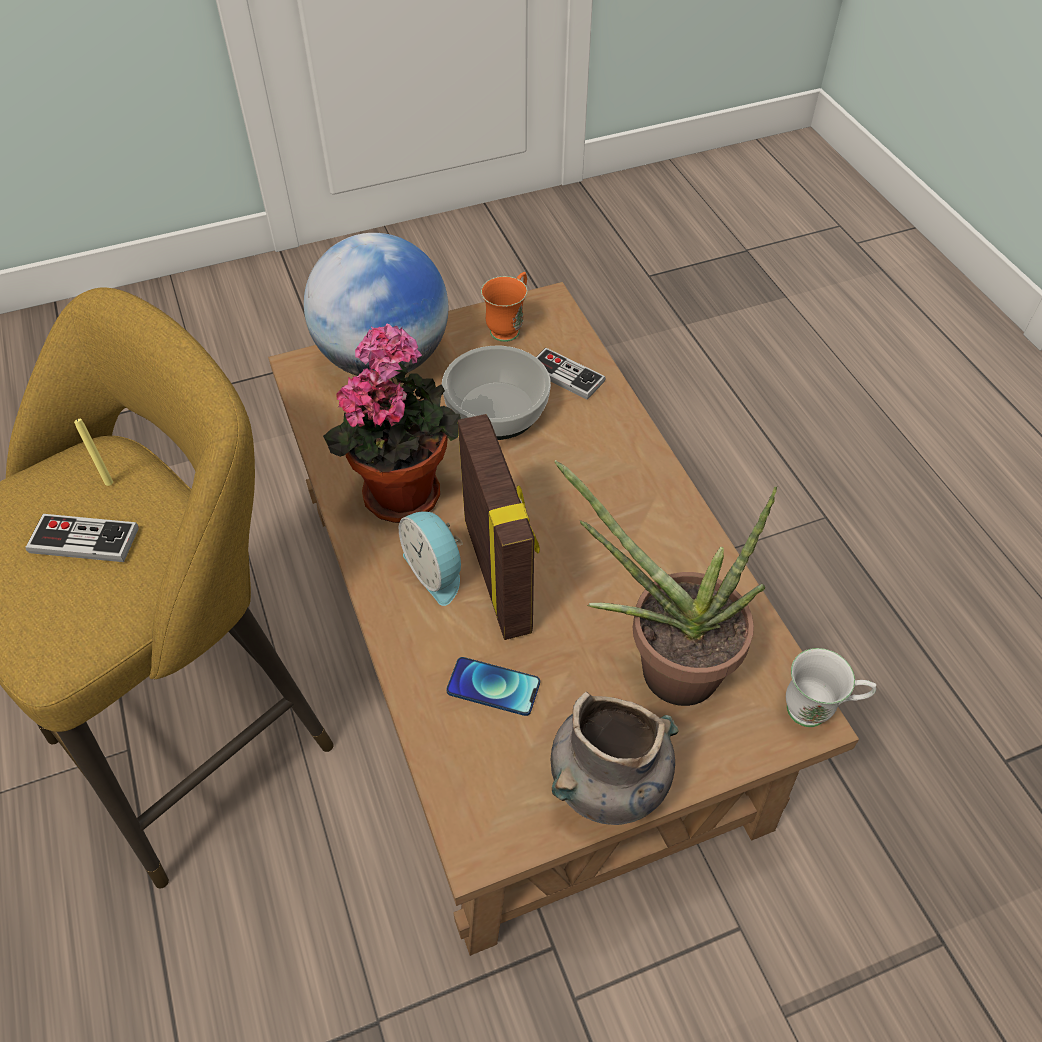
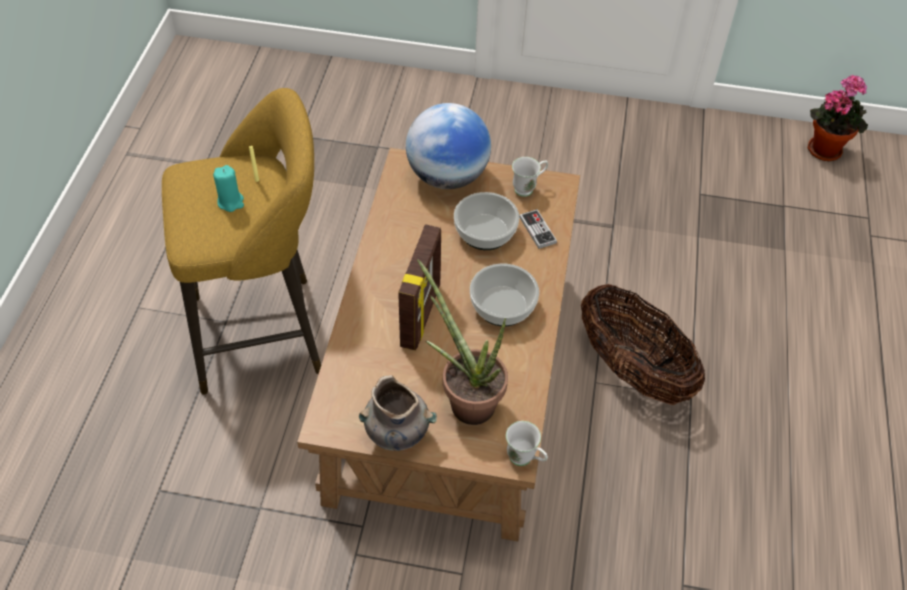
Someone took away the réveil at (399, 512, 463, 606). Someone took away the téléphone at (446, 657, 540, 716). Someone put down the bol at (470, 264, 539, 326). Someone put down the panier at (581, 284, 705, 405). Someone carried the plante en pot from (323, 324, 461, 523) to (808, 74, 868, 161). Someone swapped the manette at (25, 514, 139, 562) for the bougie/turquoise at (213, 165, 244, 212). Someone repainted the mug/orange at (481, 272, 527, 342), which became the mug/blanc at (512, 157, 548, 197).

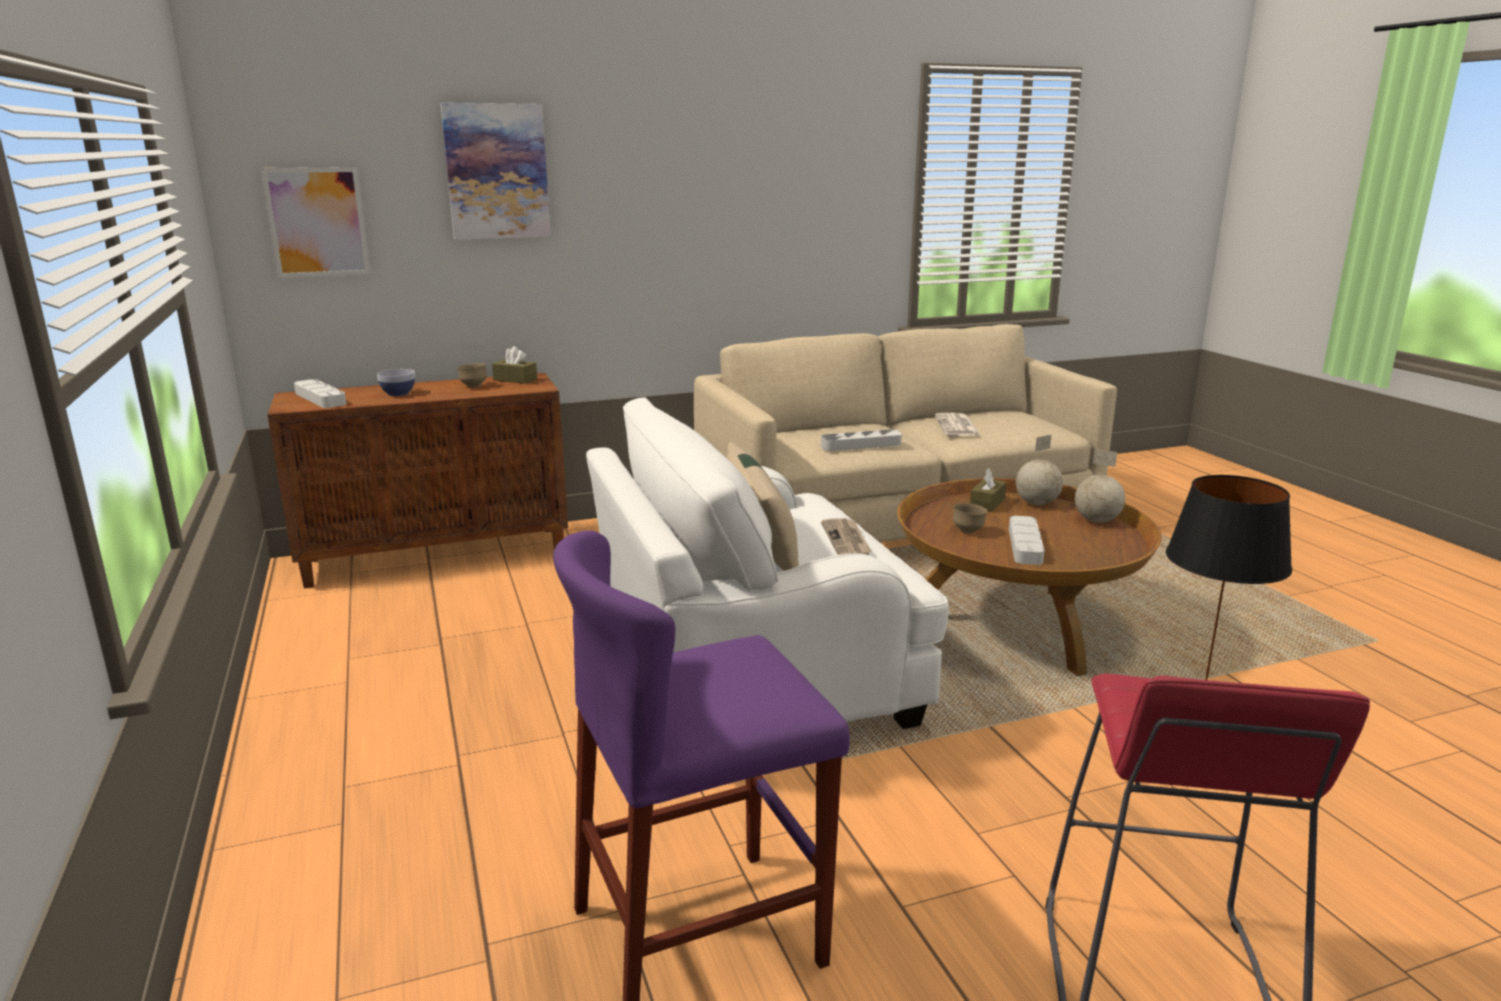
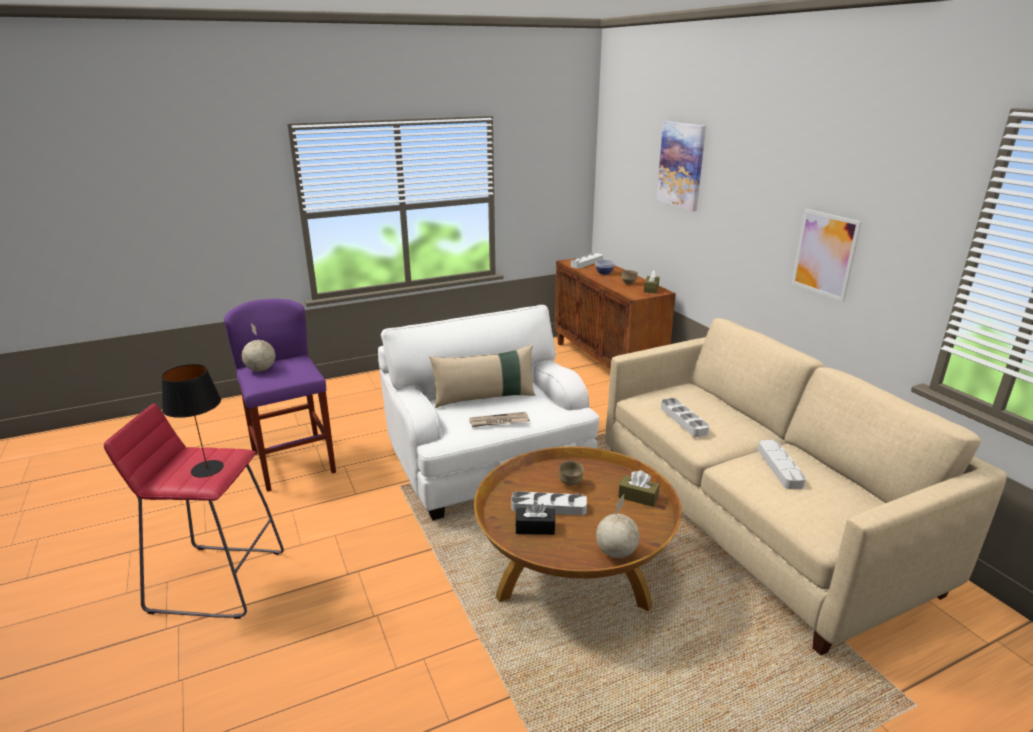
Someone put down the boîte à mouchoirs/noir at (515, 502, 555, 535). Someone carried the tableau from (261, 167, 371, 278) to (792, 209, 862, 302). Someone carried the globe from (1016, 435, 1063, 505) to (242, 323, 275, 371). Someone swapped the journal at (935, 413, 981, 436) for the plateau/gris at (758, 440, 806, 489).

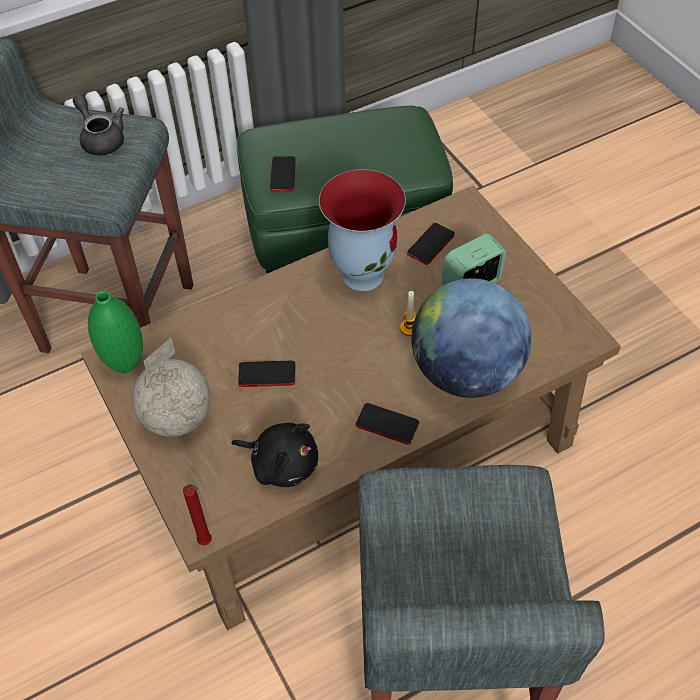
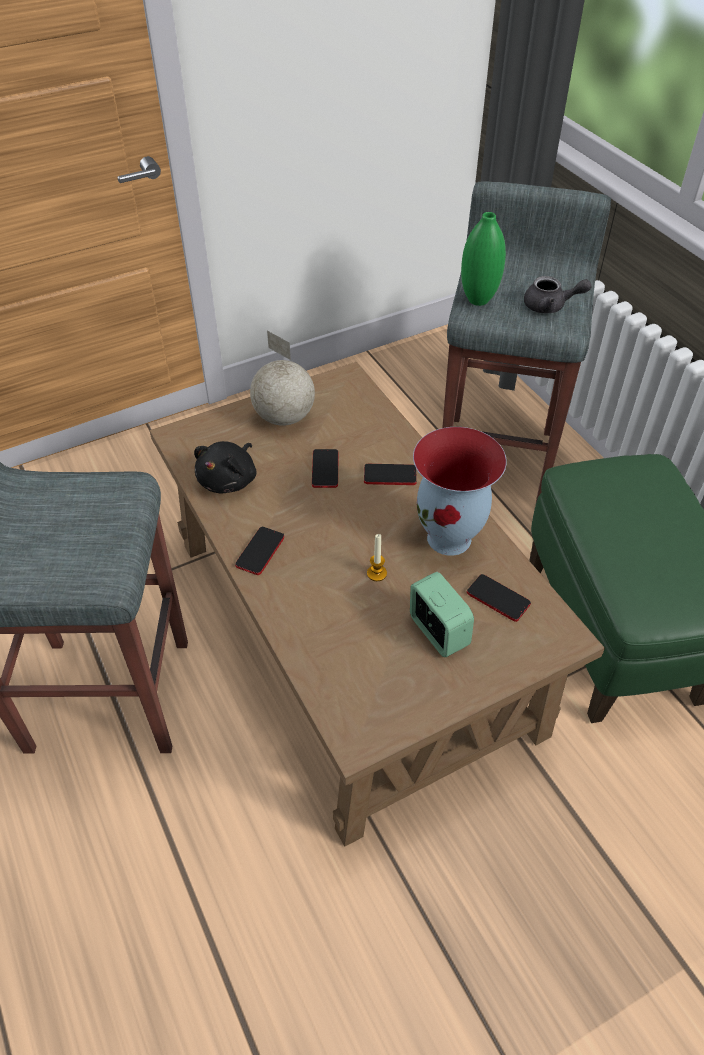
Someone took away the bougie/rouge at (183, 484, 212, 545). Someone took away the globe at (412, 278, 532, 398). Someone carried the vase/vert from (88, 291, 143, 373) to (461, 212, 506, 306). Someone carried the téléphone from (270, 156, 296, 192) to (364, 464, 417, 485). Someone rotated the théière/gris at (73, 95, 124, 155) by 45 degrees clockwise.

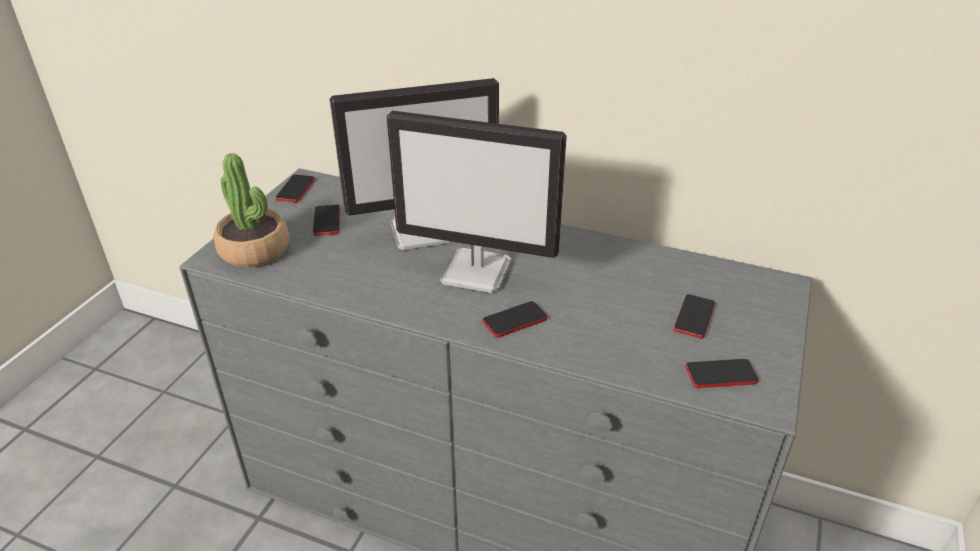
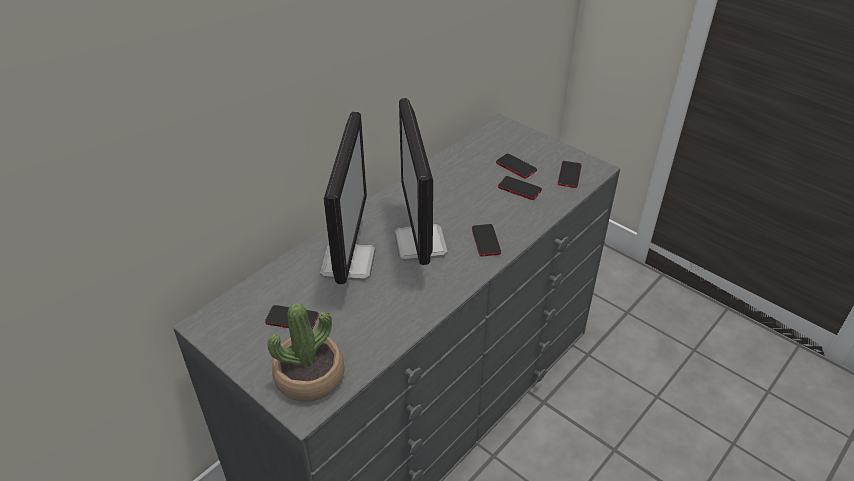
Someone carried the téléphone from (276, 175, 315, 203) to (498, 176, 542, 200). Someone rotated the écran d'ordinateur at (386, 111, 567, 293) by 135 degrees clockwise.

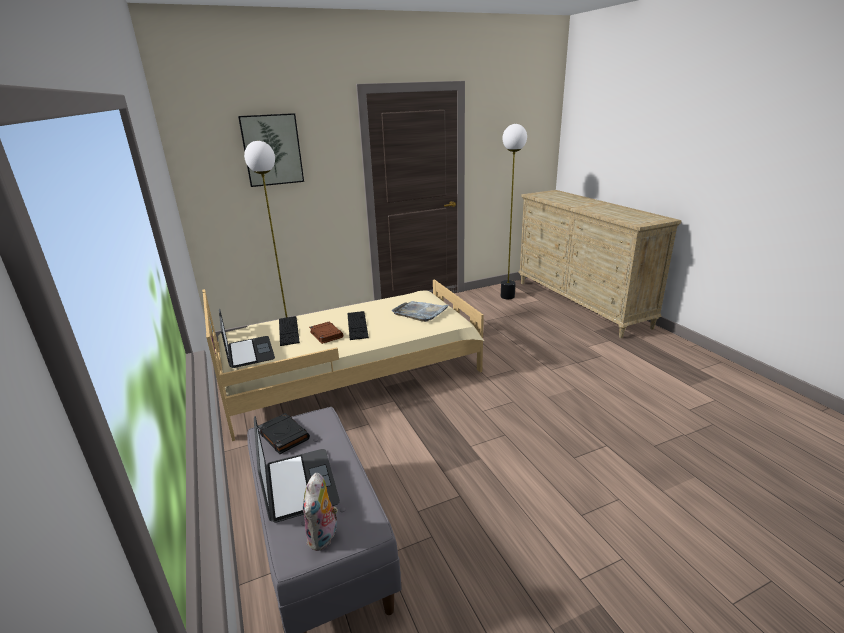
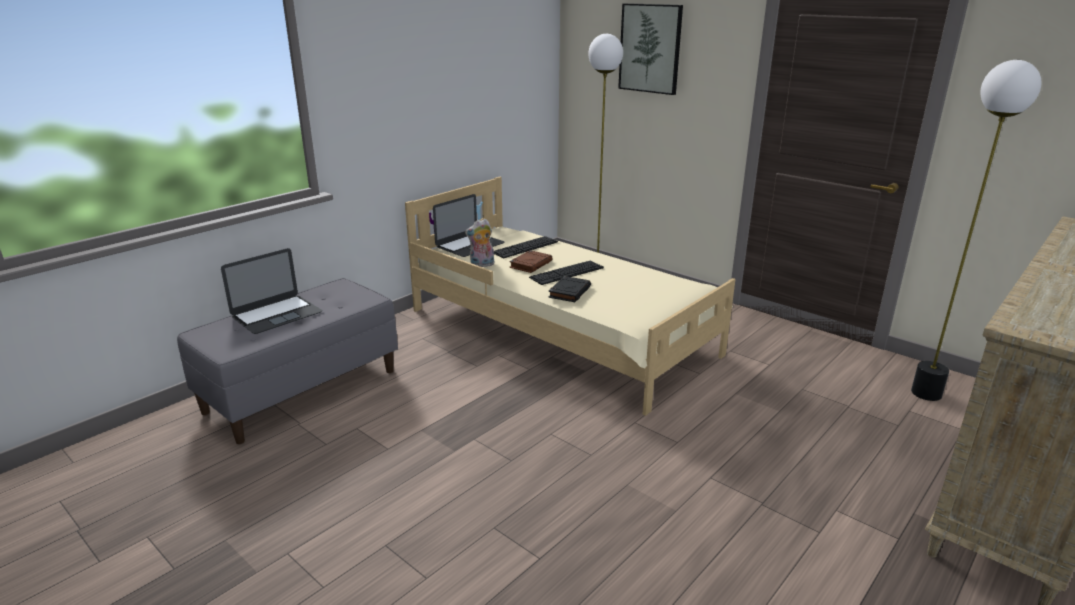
Someone took away the plateau/gris at (392, 301, 449, 322). Someone carried the livre/noir from (258, 413, 310, 454) to (549, 276, 591, 302). Someone carried the peluche from (303, 473, 339, 551) to (465, 219, 494, 267).

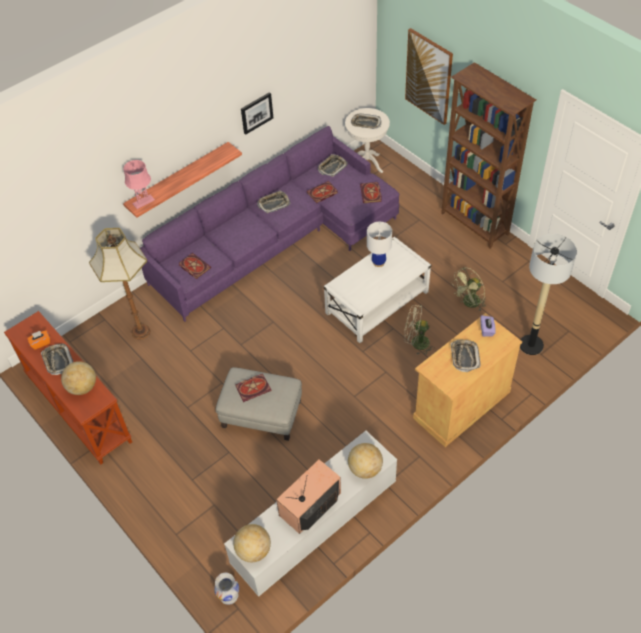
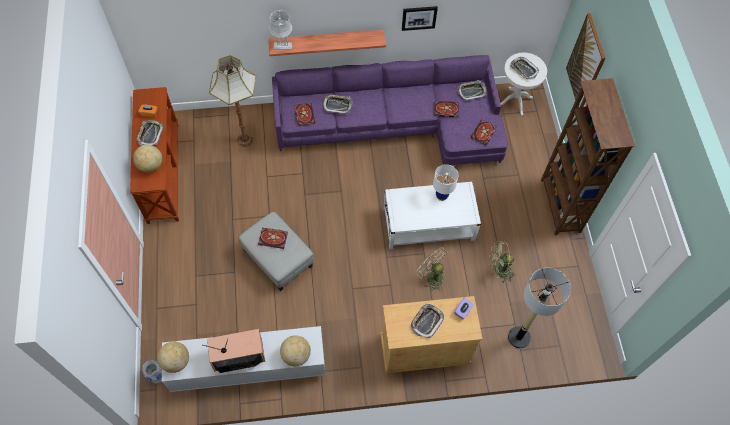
Someone carried the plateau from (257, 191, 290, 213) to (323, 94, 352, 114). Someone repainted the lampe de table/rose at (123, 160, 155, 209), which became the lampe de table/gris at (269, 10, 292, 50).

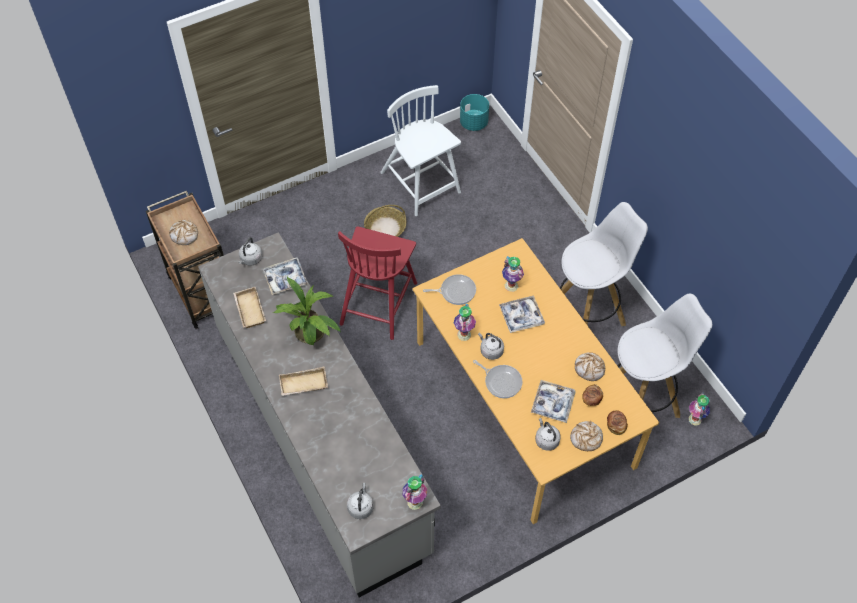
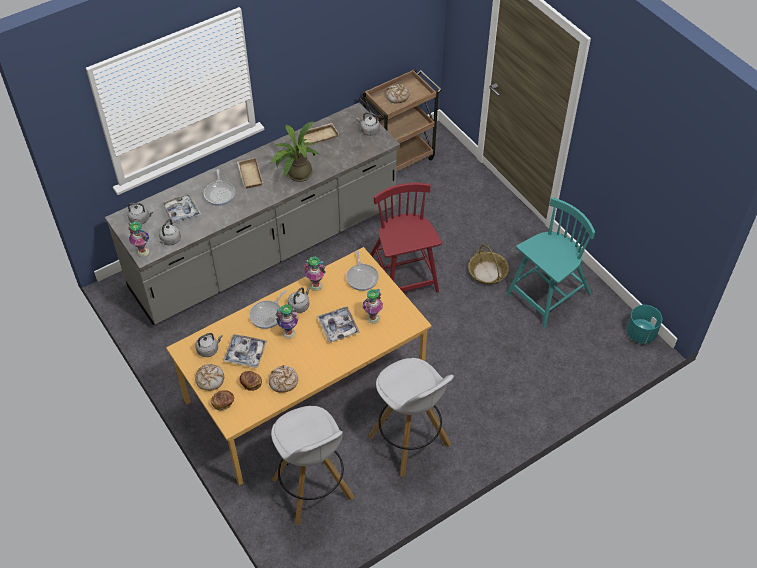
Someone put down the bouilloire/gris at (158, 219, 181, 245). Someone put down the poêle at (204, 169, 235, 206). Someone carried the plateau from (263, 257, 308, 295) to (161, 193, 202, 224). Someone carried the vase from (688, 392, 710, 426) to (275, 304, 298, 339). Someone repainted the chaise/blanc at (380, 85, 461, 216), which became the chaise/turquoise at (507, 197, 595, 328). Someone rotated the chaise/rouge at (338, 226, 417, 340) by 60 degrees clockwise.

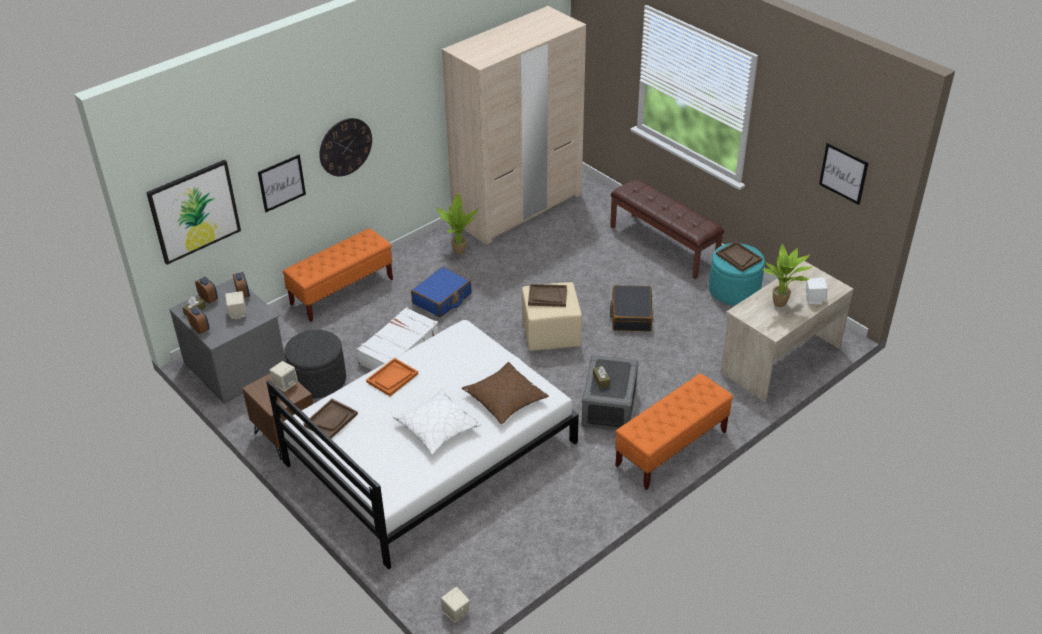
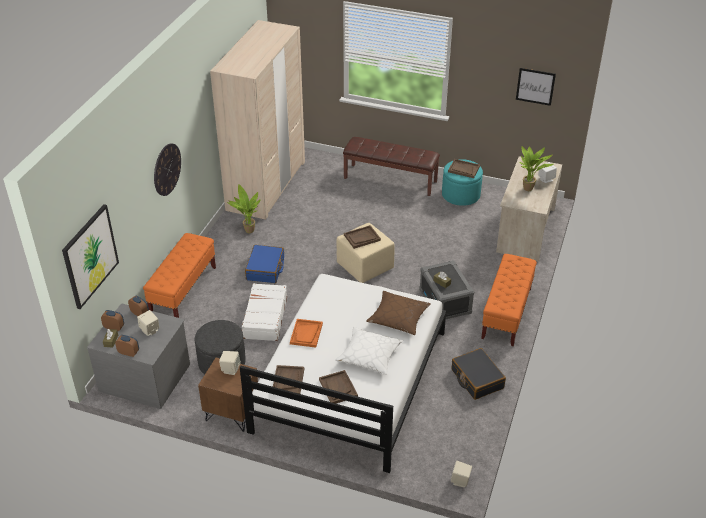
Someone took away the tableau at (258, 154, 306, 212). Someone put down the plateau/marron at (319, 370, 358, 404). Someone carried the valise/noir from (610, 285, 653, 331) to (452, 348, 506, 400).

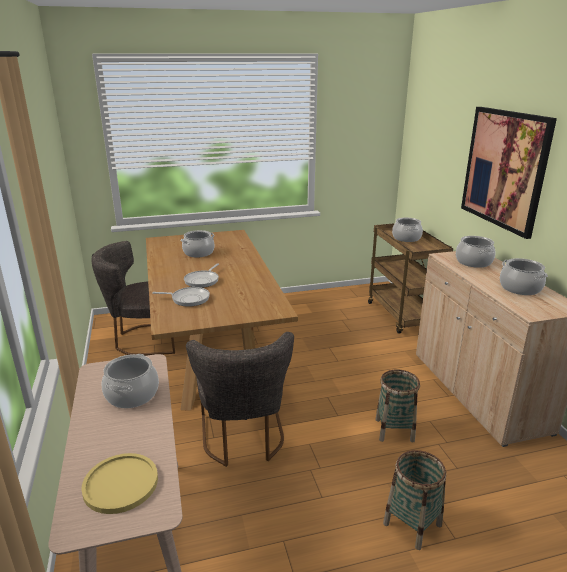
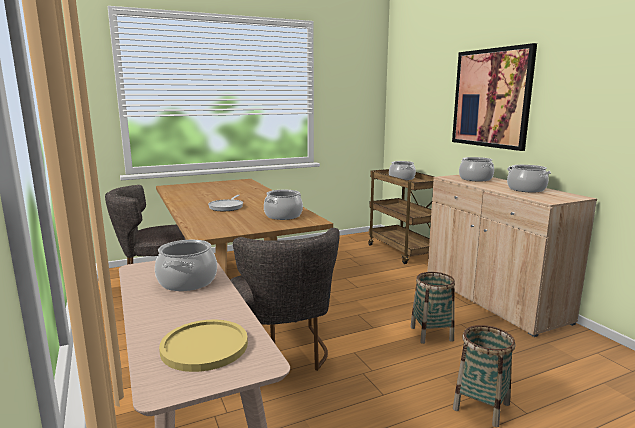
Someone took away the poêle at (152, 287, 210, 307). Someone carried the marmite from (181, 230, 214, 257) to (264, 190, 303, 220).

